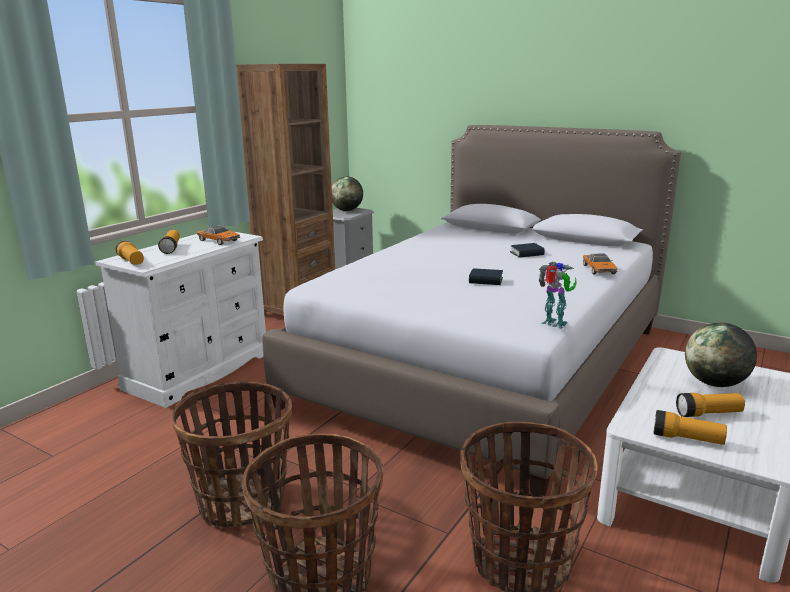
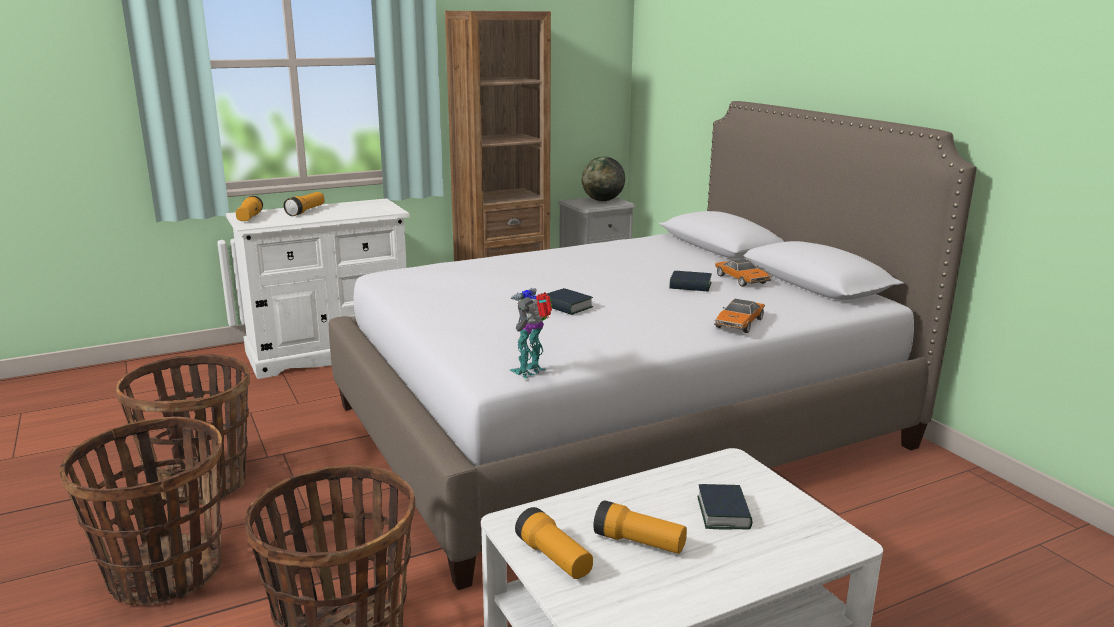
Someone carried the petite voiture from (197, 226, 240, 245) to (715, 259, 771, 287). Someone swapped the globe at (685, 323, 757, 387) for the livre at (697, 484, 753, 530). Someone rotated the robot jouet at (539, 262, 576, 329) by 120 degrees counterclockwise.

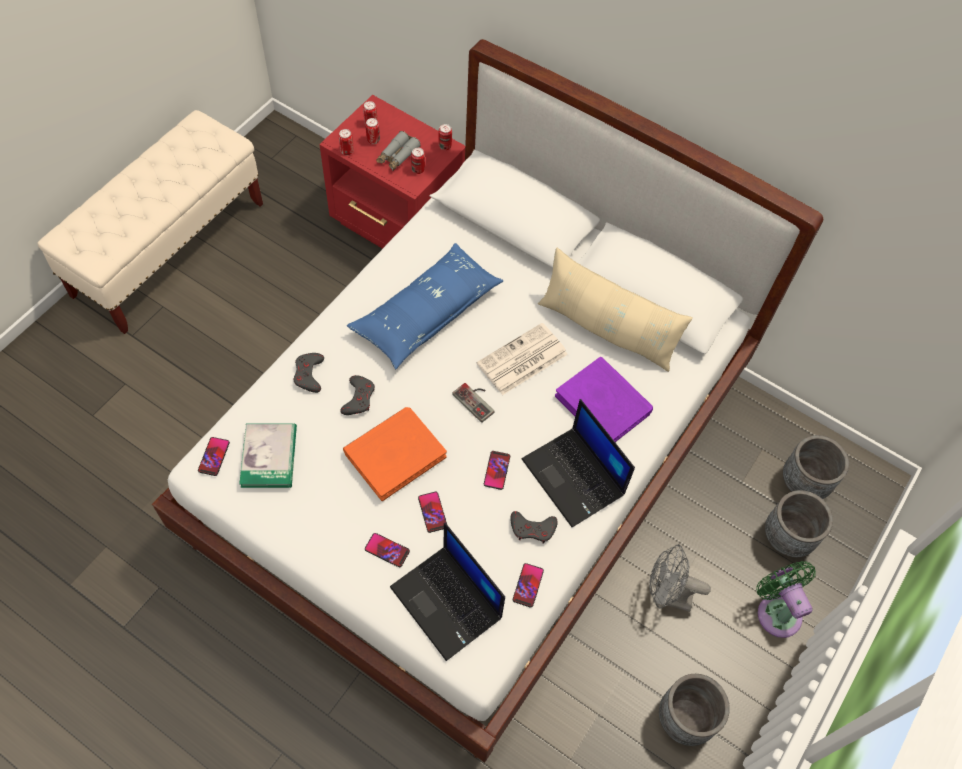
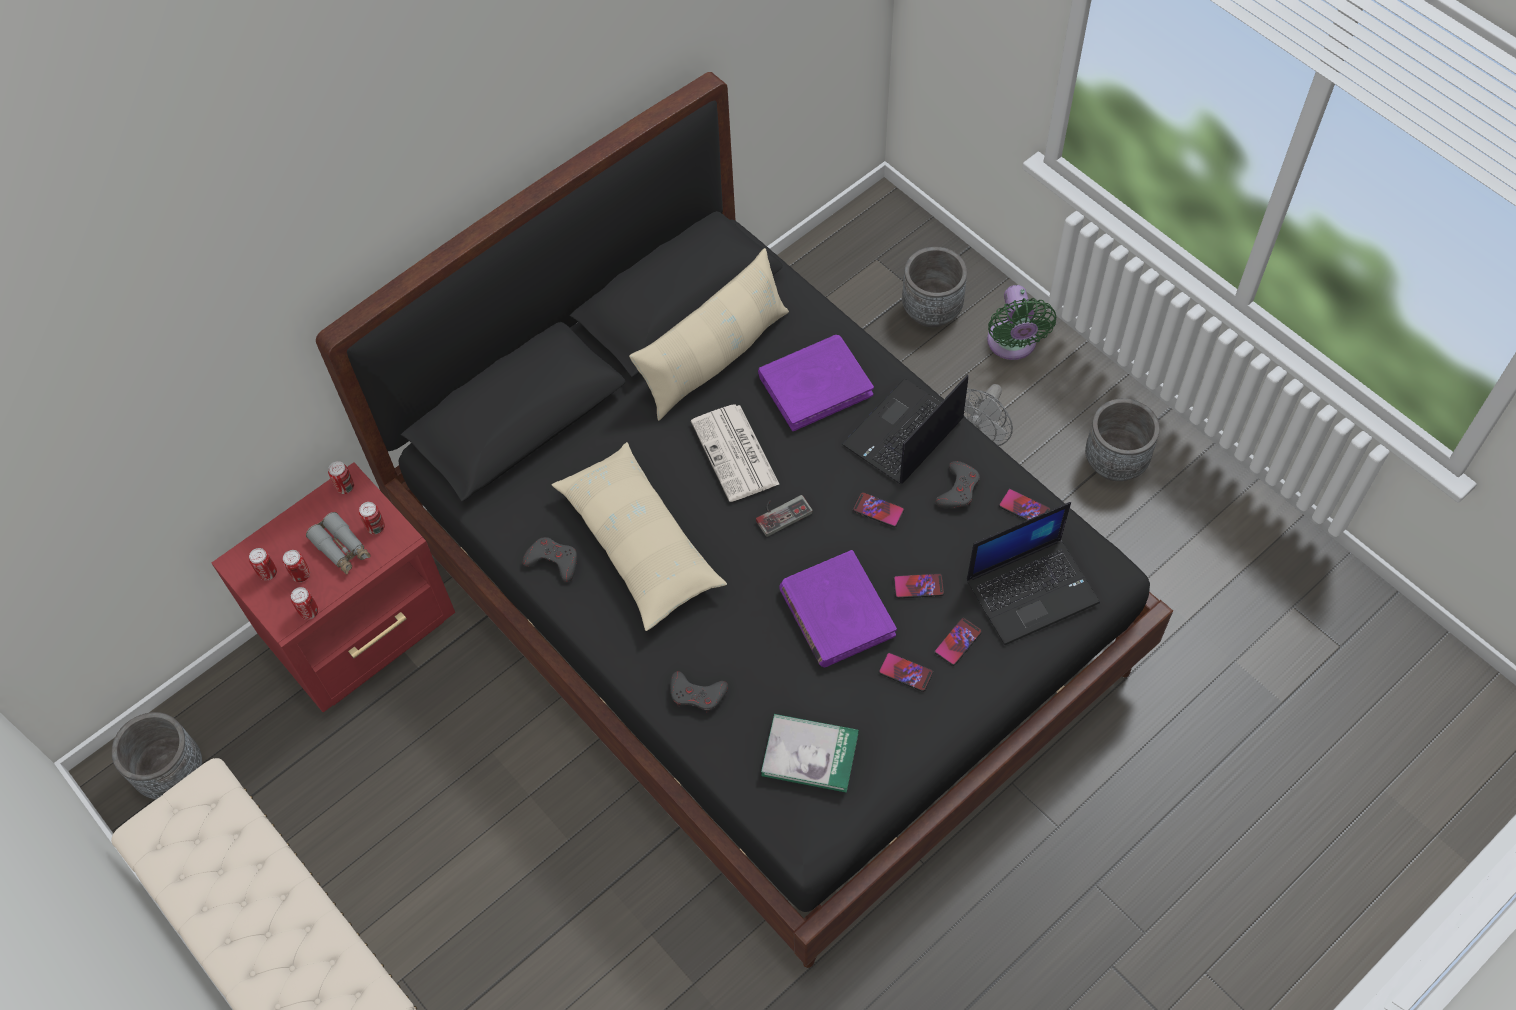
Someone carried the téléphone from (198, 437, 230, 476) to (879, 653, 933, 692). Someone carried the manette/gris from (340, 375, 375, 415) to (523, 537, 577, 582). Someone carried the cache-pot/gris from (783, 435, 849, 499) to (112, 712, 202, 799). Someone repainted the lit/blanc at (152, 39, 823, 763), which became the lit/noir at (316, 72, 1173, 968). Someone repainted the livre/orange at (343, 407, 447, 501), which became the livre/violet at (779, 550, 897, 667). Someone repainted the coussin/bleu at (347, 243, 503, 369), which became the coussin/beige at (552, 442, 727, 631). Someone rotated the ordinateur portable at (522, 399, 635, 527) by 150 degrees clockwise. Someone rotated the ventilateur/vert at (756, 561, 816, 638) by 90 degrees counterclockwise.

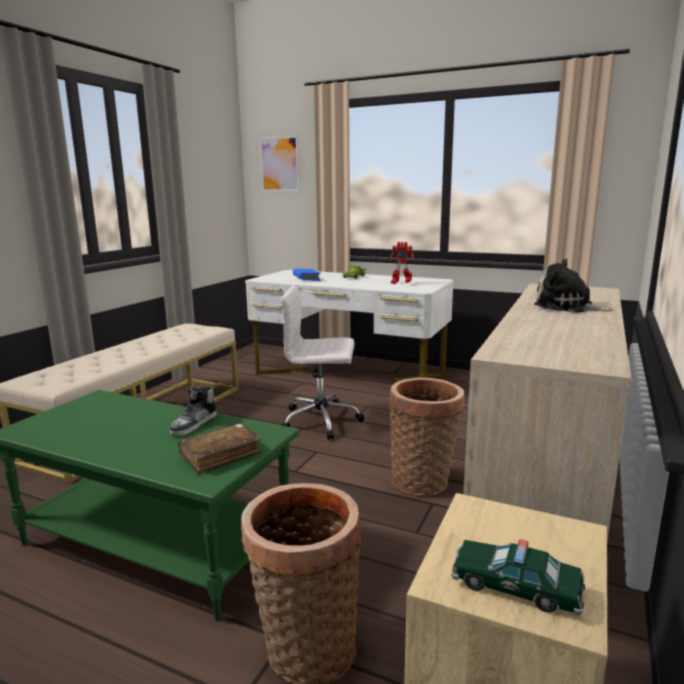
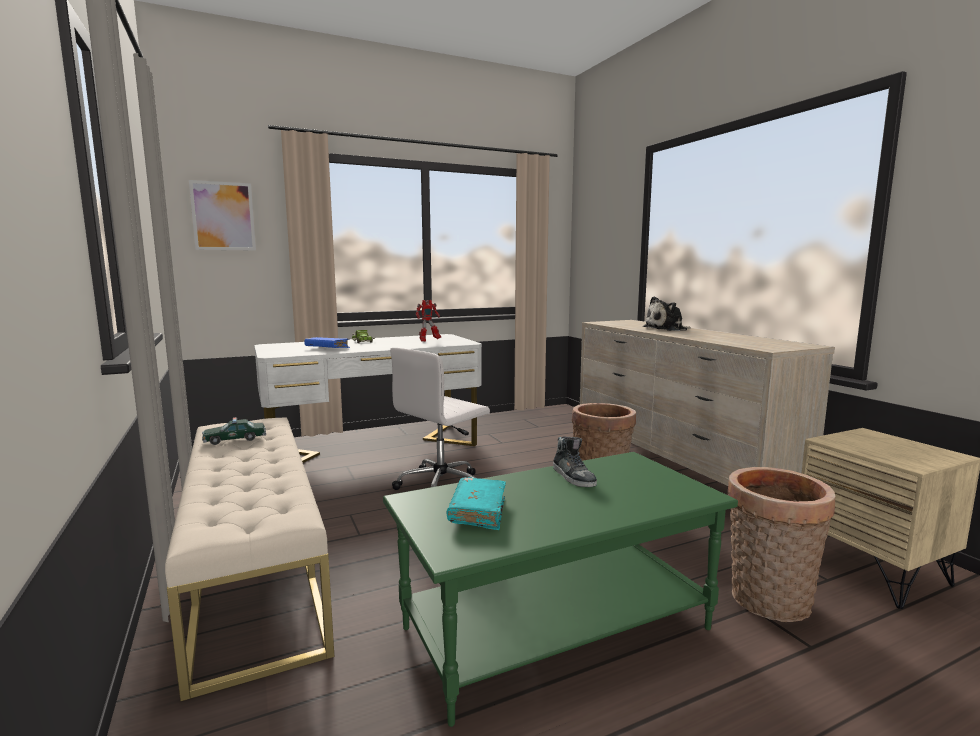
Someone took away the livre/marron at (178, 423, 262, 475). Someone put down the livre/turquoise at (447, 477, 506, 530). Someone carried the petite voiture from (451, 539, 585, 615) to (202, 417, 266, 445).

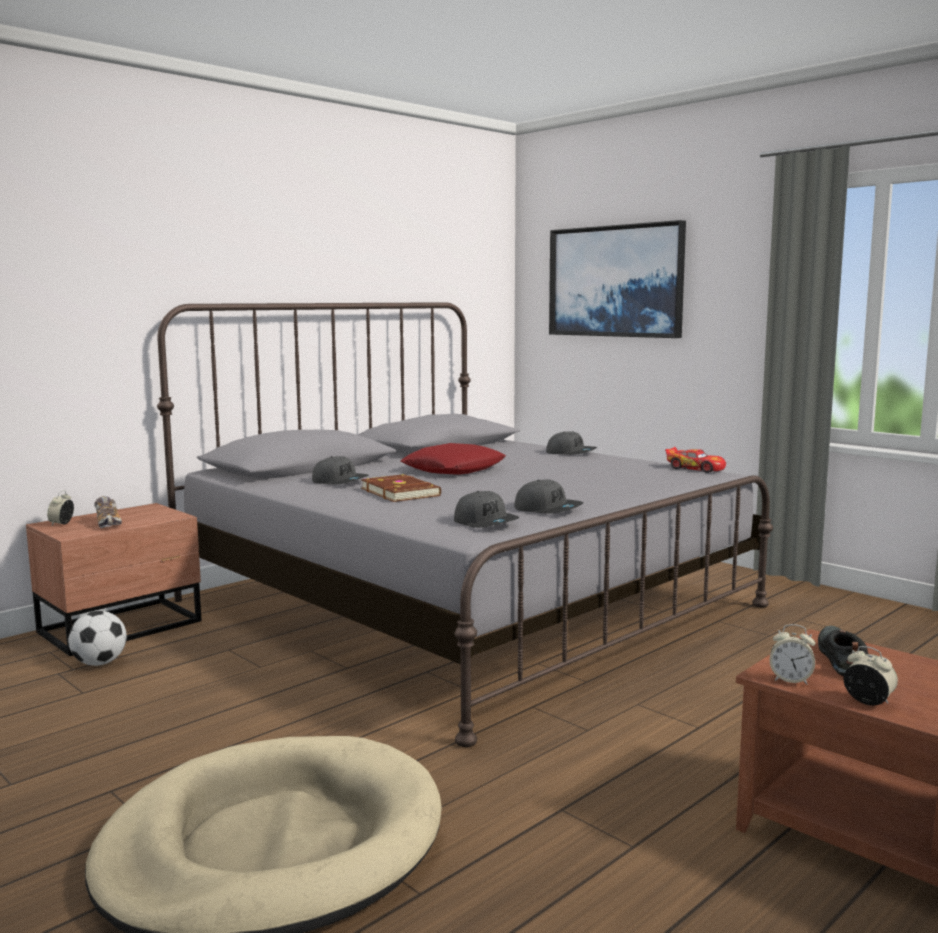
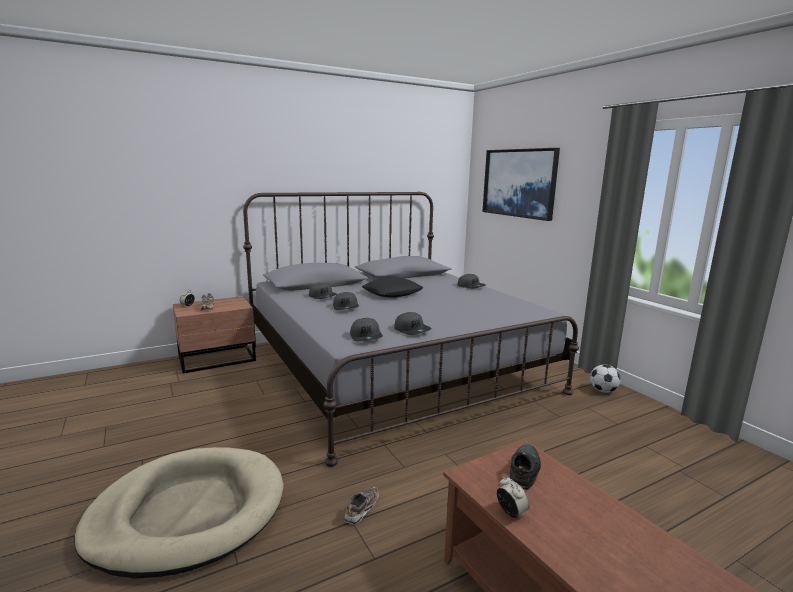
Someone took away the petite voiture at (665, 447, 726, 473). Someone took away the réveil at (770, 624, 815, 685). Someone put down the chaussure at (345, 487, 379, 524). Someone carried the ballon de foot from (68, 611, 127, 666) to (590, 364, 621, 393). Someone swapped the livre/marron at (361, 474, 441, 502) for the casquette/gris at (333, 292, 359, 310). Someone repainted the coussin/rouge at (401, 443, 506, 475), which became the coussin/noir at (362, 277, 424, 298).

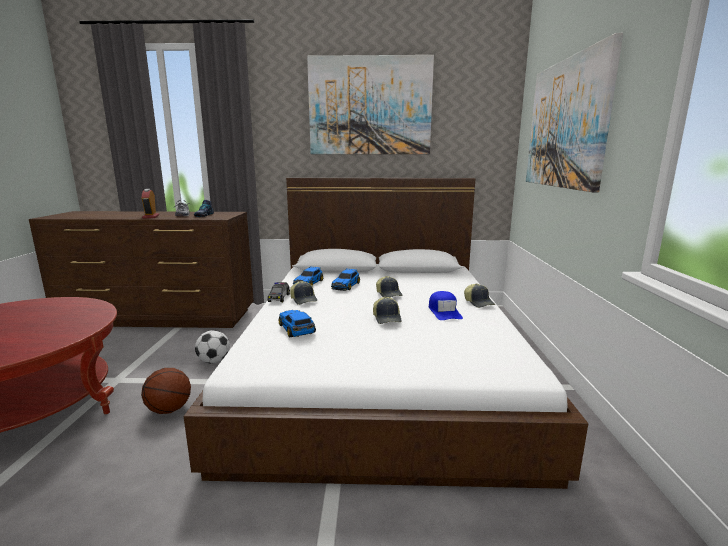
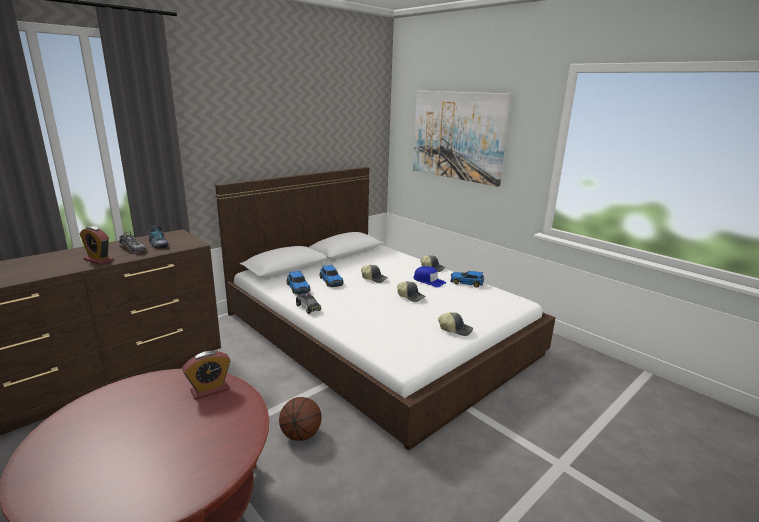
Someone took away the ballon de foot at (195, 330, 230, 364). Someone took away the tableau at (307, 55, 434, 154). Someone put down the réveil at (182, 351, 231, 400). Someone carried the petite voiture from (278, 310, 316, 338) to (450, 271, 484, 287). Someone carried the casquette from (290, 281, 317, 305) to (438, 312, 473, 336).

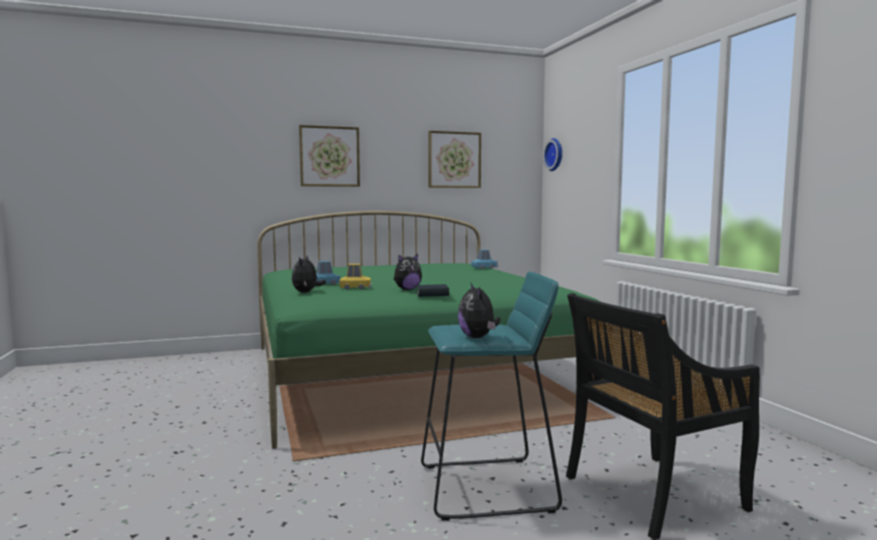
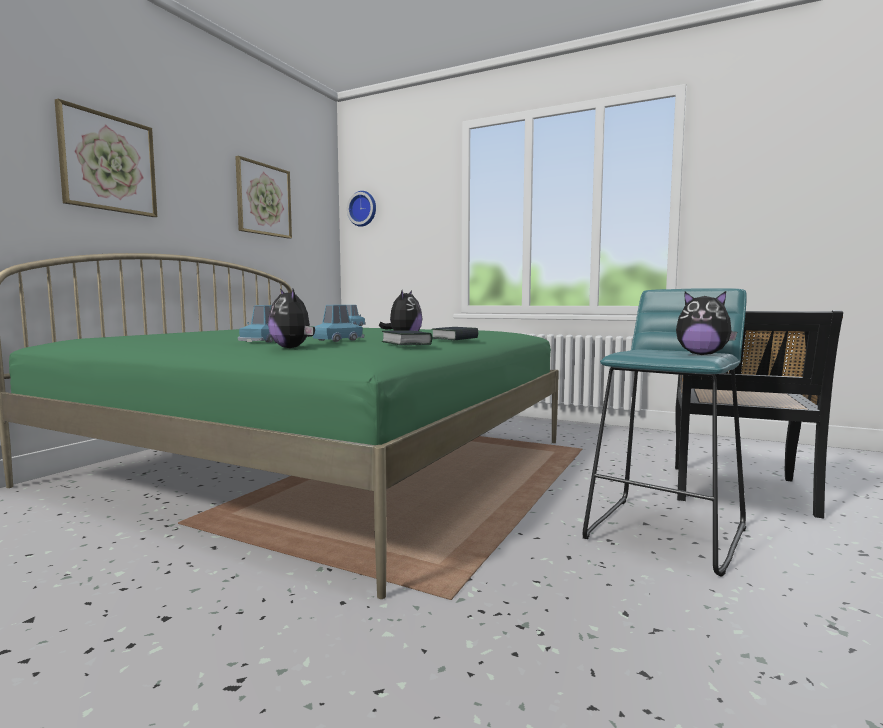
Someone put down the livre at (382, 330, 432, 345). Someone repainted the petite voiture/jaune at (339, 264, 372, 290), which became the petite voiture/bleu at (313, 305, 364, 342).

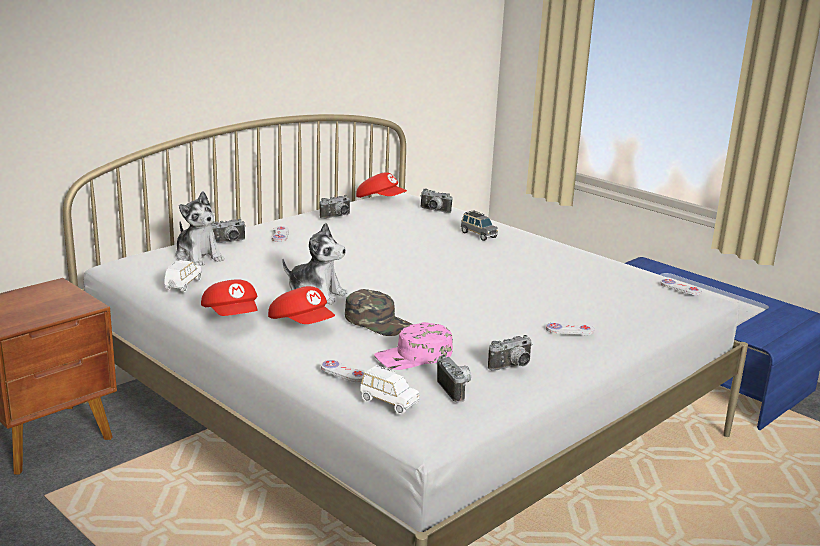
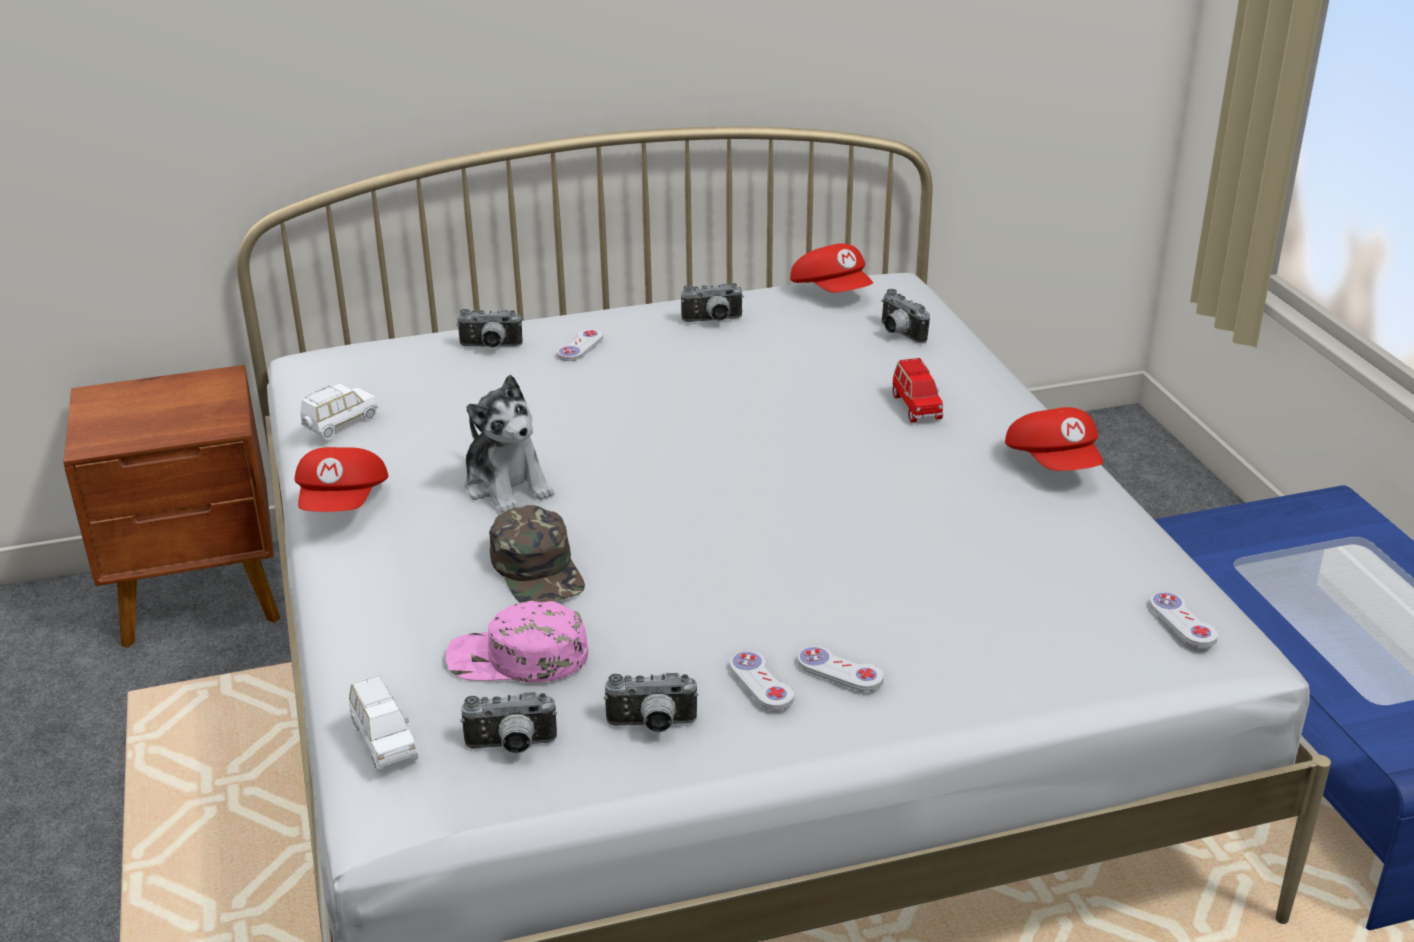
Someone took away the peluche at (175, 191, 224, 266). Someone carried the casquette/rouge from (268, 286, 335, 324) to (1005, 407, 1103, 471). Someone carried the manette/blanc from (321, 360, 366, 382) to (730, 651, 794, 710). Someone repainted the petite voiture/gris at (461, 210, 498, 241), which became the petite voiture/rouge at (892, 358, 944, 423). Someone rotated the appareil photo at (437, 355, 471, 403) by 75 degrees clockwise.

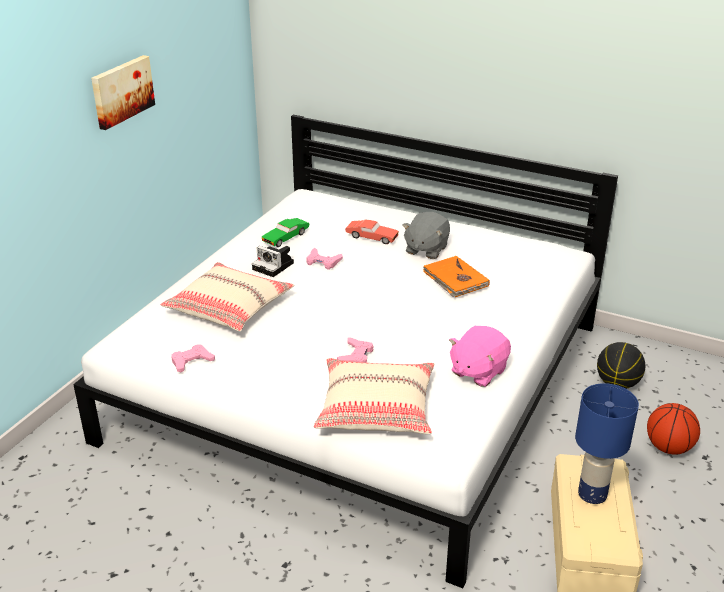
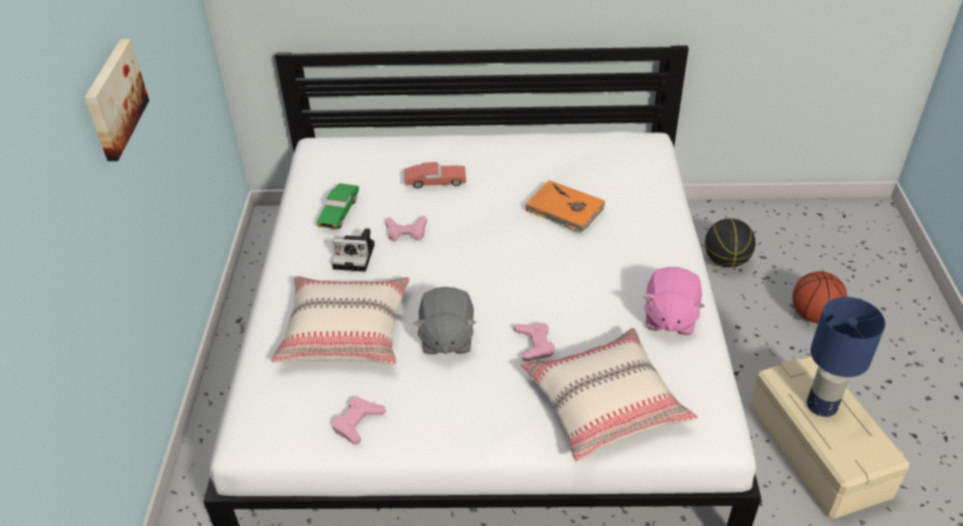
Someone carried the peluche/gris from (403, 212, 450, 259) to (414, 287, 476, 354).

